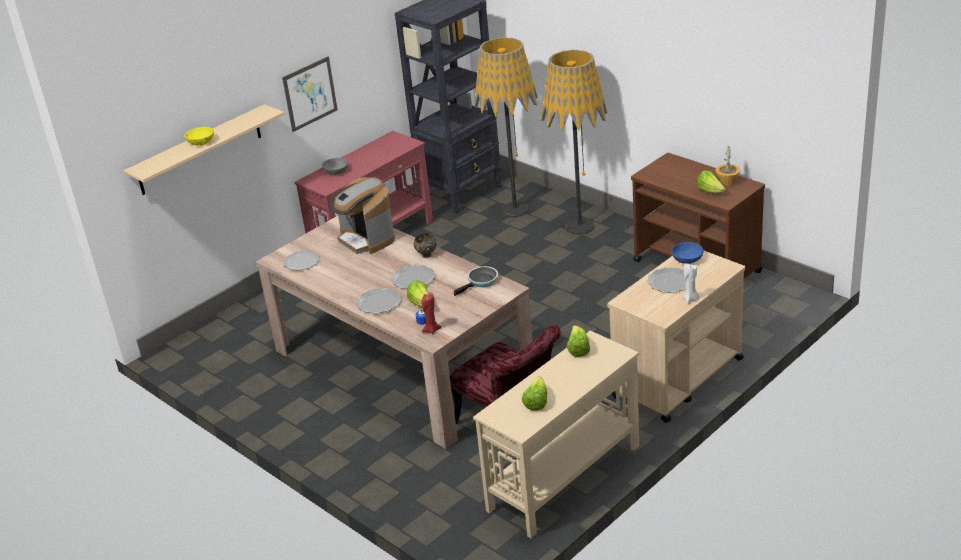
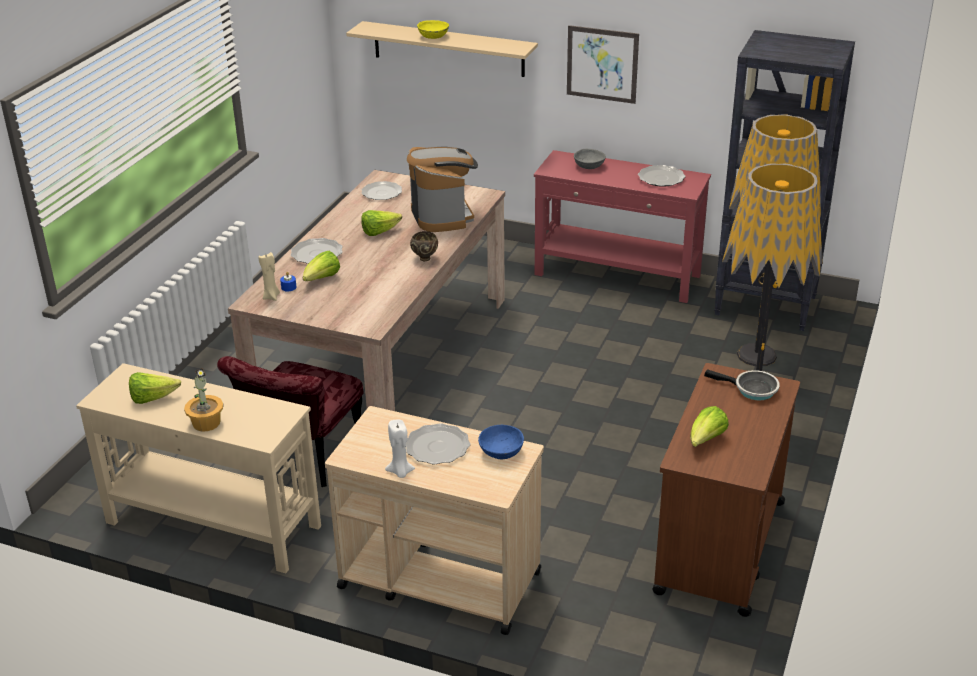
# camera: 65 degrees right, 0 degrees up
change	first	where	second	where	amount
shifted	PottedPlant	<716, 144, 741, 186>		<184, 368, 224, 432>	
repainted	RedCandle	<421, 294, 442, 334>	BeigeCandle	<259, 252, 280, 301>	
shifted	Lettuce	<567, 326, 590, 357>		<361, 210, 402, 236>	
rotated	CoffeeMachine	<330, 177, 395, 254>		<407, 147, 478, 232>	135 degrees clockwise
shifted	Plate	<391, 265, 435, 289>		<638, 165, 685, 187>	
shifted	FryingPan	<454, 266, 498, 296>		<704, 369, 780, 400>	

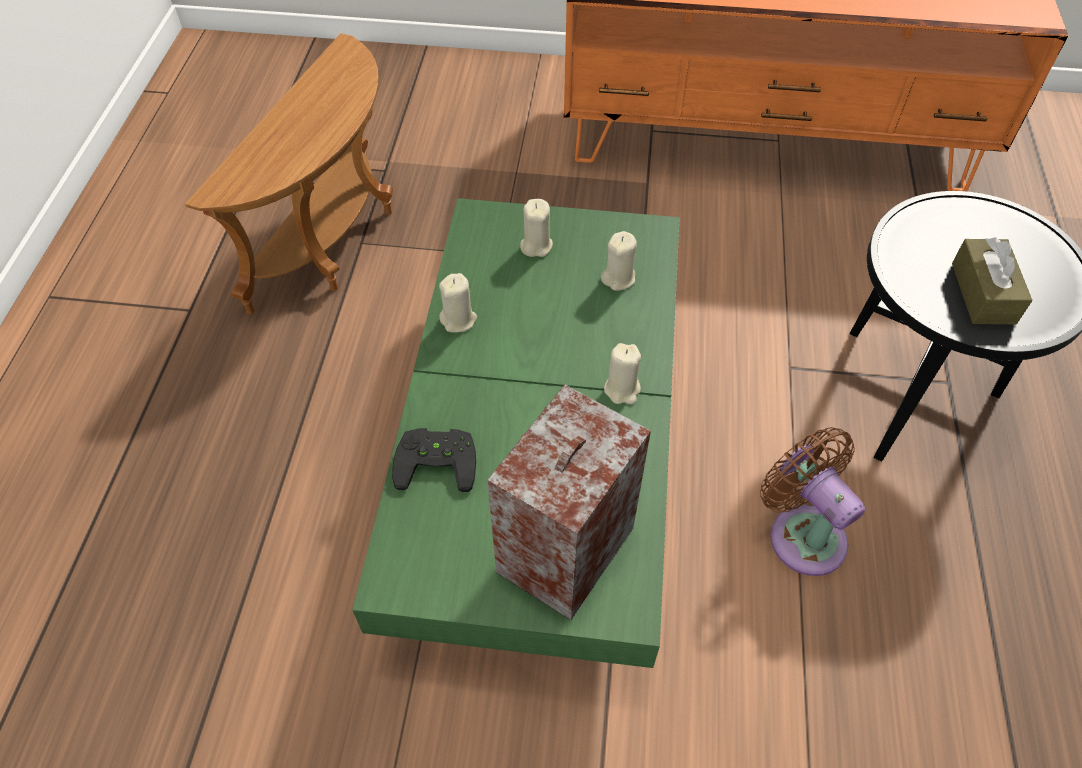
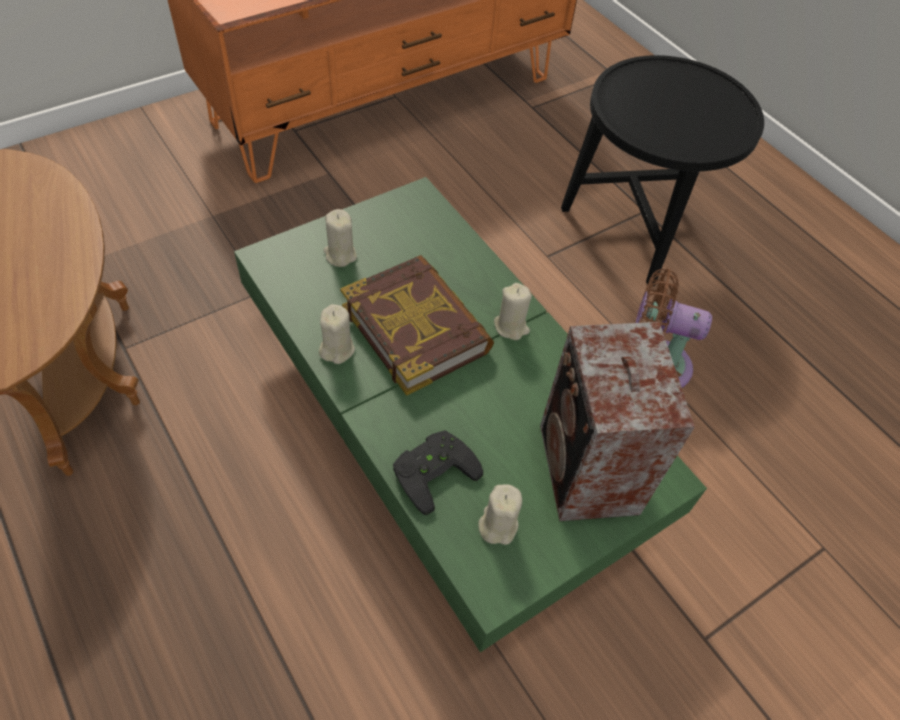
# camera: 45 degrees left, 0 degrees up
change	first	where	second	where	amount
new			Book	<340, 255, 494, 396>	
shifted	BeigeCandle	<601, 231, 637, 291>		<479, 484, 522, 545>	
gone	BrownTissueBox	<952, 237, 1033, 324>			

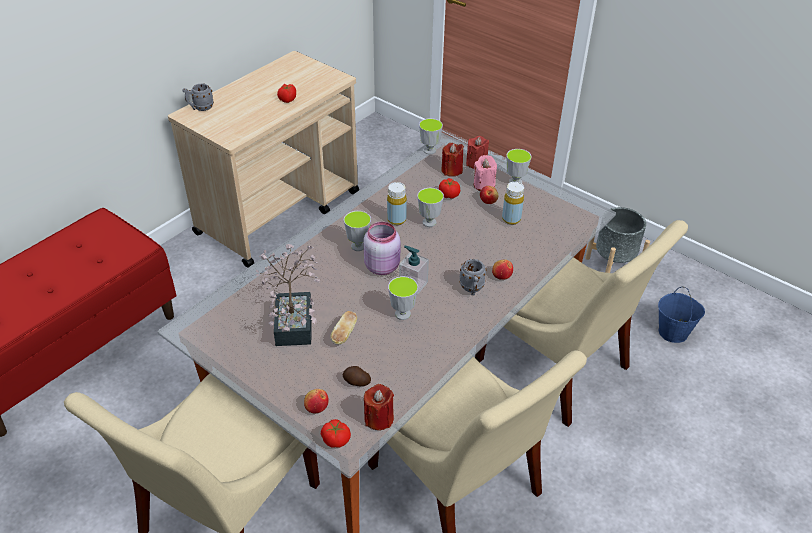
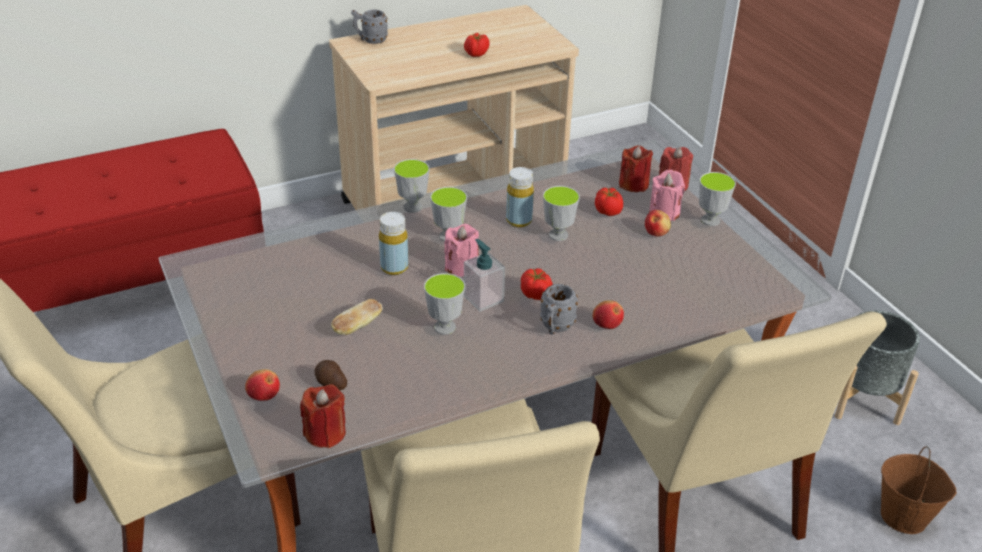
# camera: 25 degrees right, 5 degrees down
change	first	where	second	where	amount
shifted	YellowBottle	<502, 182, 524, 225>		<379, 212, 408, 275>	
shifted	Cup	<419, 118, 443, 154>		<394, 159, 429, 213>	
swapped	PinkJar	<363, 222, 400, 275>	PinkCandle	<444, 224, 479, 276>	
shifted	Tomato	<321, 419, 351, 448>		<521, 268, 553, 300>	
repainted	BlueBucket	<658, 287, 705, 343>	BrownBucket	<881, 446, 957, 534>	
gone	PottedPlant	<256, 244, 320, 346>			

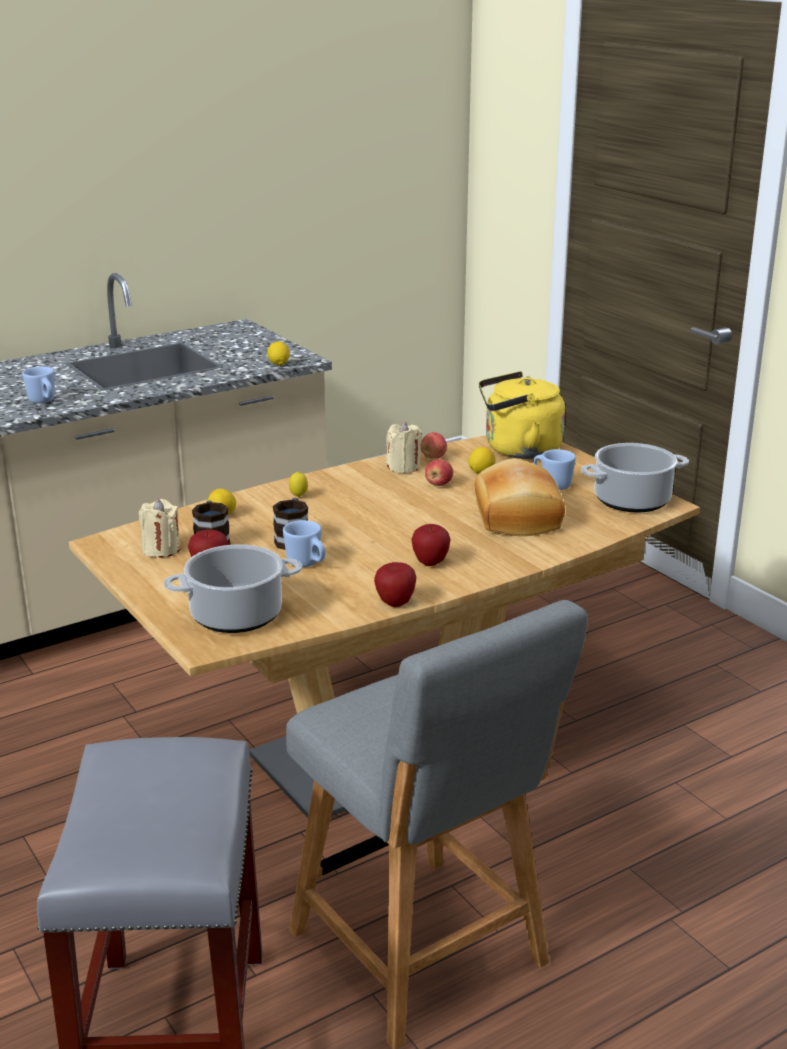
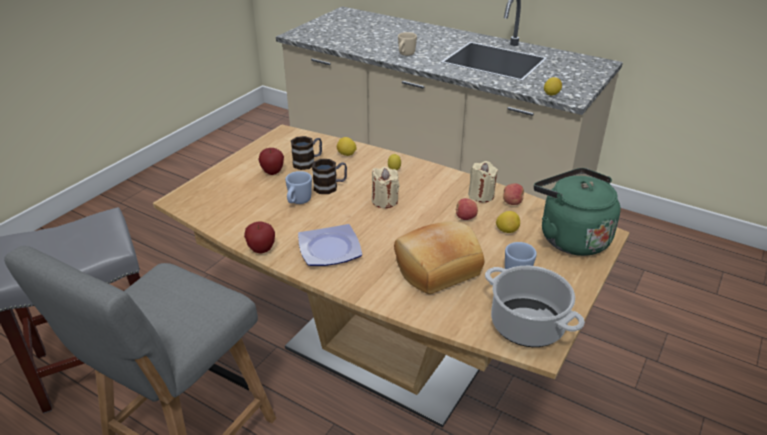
# camera: 65 degrees right, 10 degrees up
change	first	where	second	where	amount
swapped	Apple	<411, 524, 451, 566>	Plate	<298, 224, 362, 266>	
shifted	BeigeCandle	<139, 499, 180, 558>		<372, 167, 399, 208>	
repainted	BlueMug	<22, 367, 55, 403>	BeigeMug	<398, 32, 417, 56>	
repainted	YellowKettle	<479, 371, 565, 459>	GreenKettle	<534, 168, 620, 256>	
gone	CookingPot	<164, 544, 302, 633>			

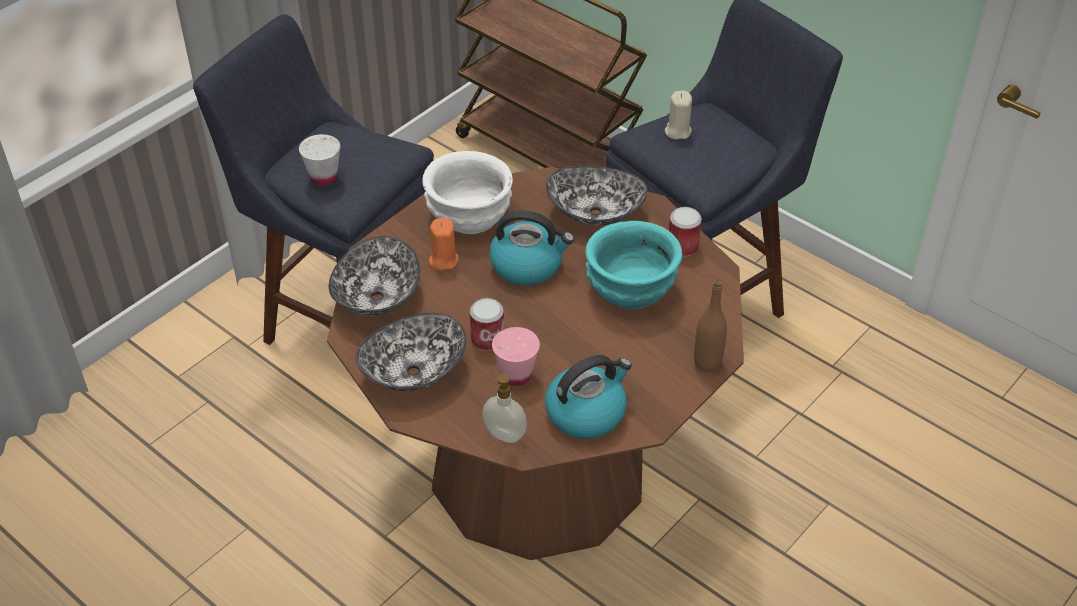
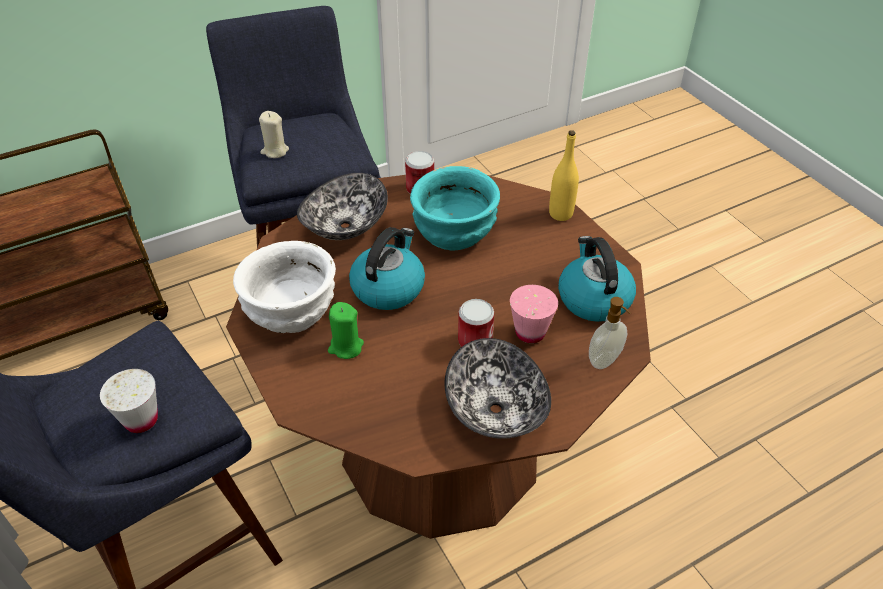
# camera: 70 degrees left, 0 degrees up
change	first	where	second	where	amount
repainted	OrangeCandle	<429, 218, 459, 271>	GreenCandle	<328, 302, 364, 359>	
repainted	BrownBottle	<694, 280, 727, 372>	YellowBottle	<549, 130, 579, 221>	
gone	Bowl	<329, 236, 421, 316>			

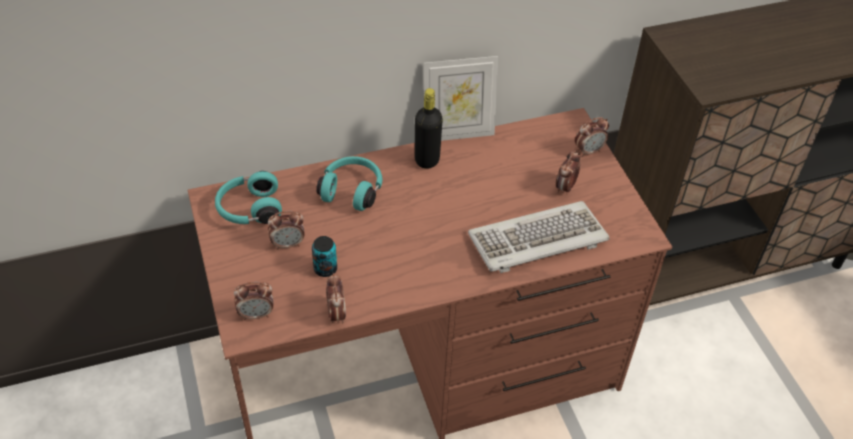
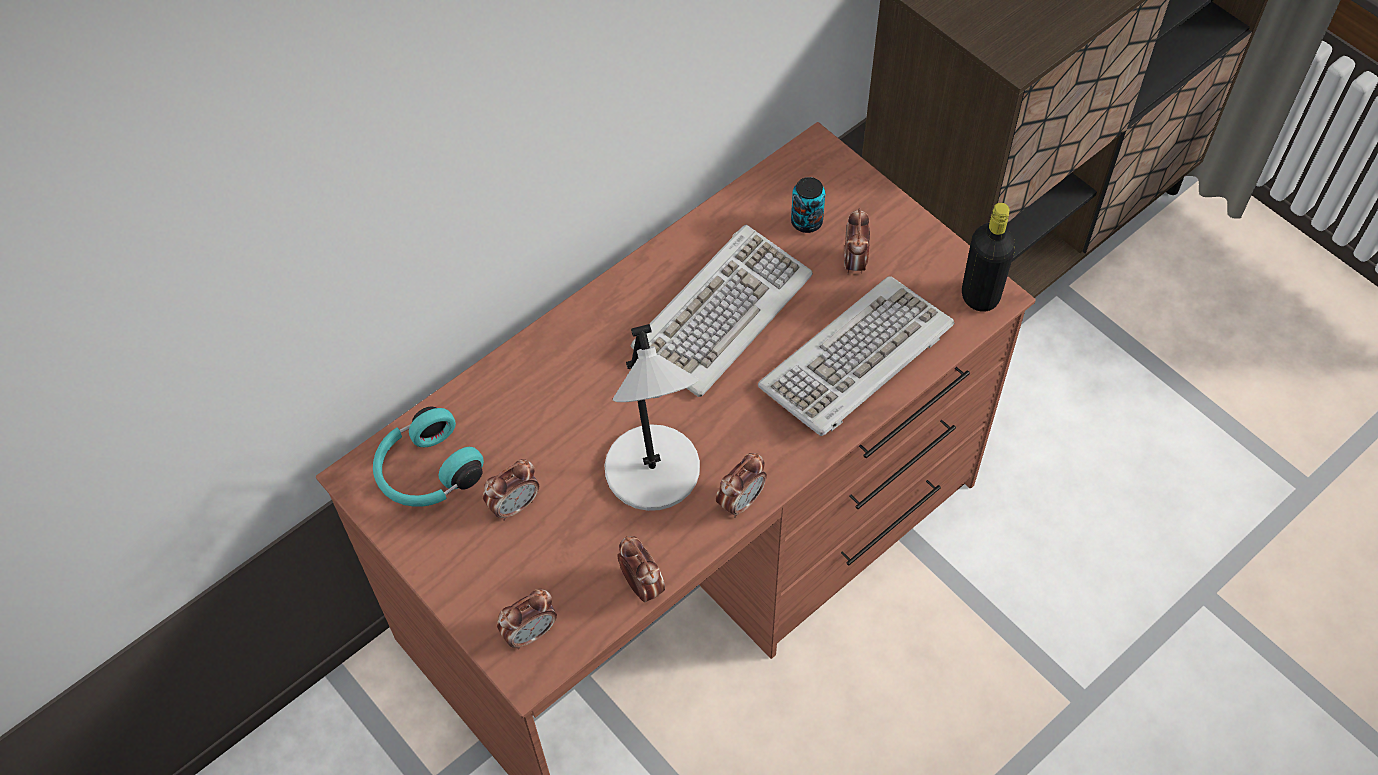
# camera: 20 degrees left, 10 degrees up
change	first	where	second	where	amount
new			GreyTableLamp	<605, 324, 700, 511>	
new			Keyboard	<631, 225, 813, 397>	
shifted	AlarmClock	<575, 117, 609, 157>		<716, 453, 767, 518>	
shifted	Can	<312, 236, 337, 277>		<791, 177, 825, 233>	
shifted	BlackBottle	<415, 88, 443, 169>		<962, 203, 1015, 312>	
gone	TurquoiseHeadphones	<316, 156, 382, 211>			
gone	PictureFrame	<424, 56, 498, 141>			

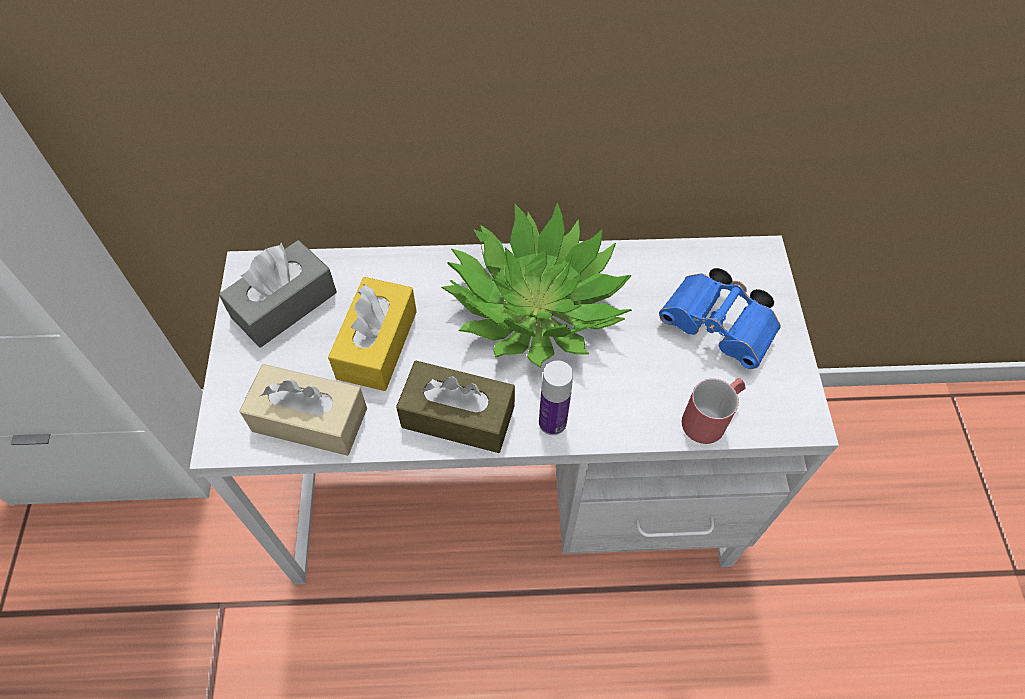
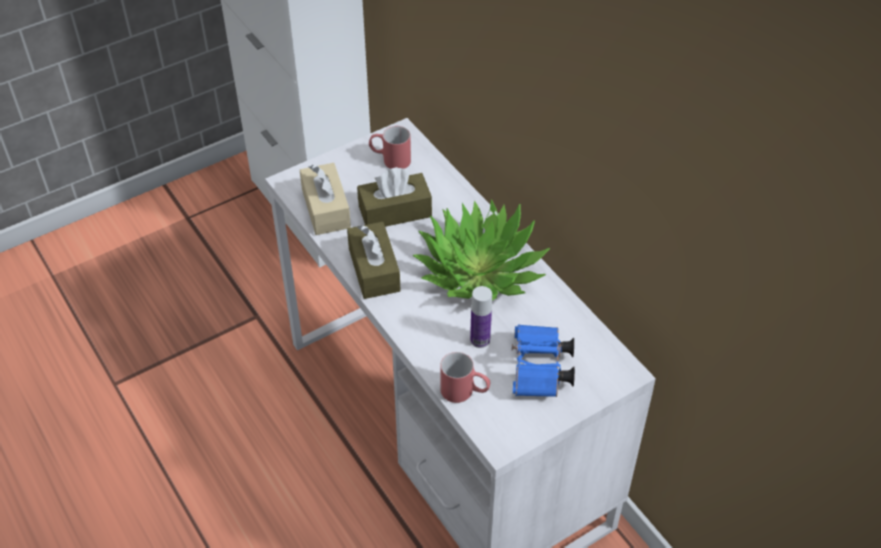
# camera: 60 degrees right, 10 degrees down
change	first	where	second	where	amount
repainted	YellowTissueBox	<328, 277, 417, 391>	BrownTissueBox	<357, 167, 432, 227>	
swapped	GreyTissueBox	<219, 240, 337, 347>	RedMug	<369, 126, 411, 169>	
shifted	Bottle	<539, 361, 573, 435>		<470, 286, 492, 348>	

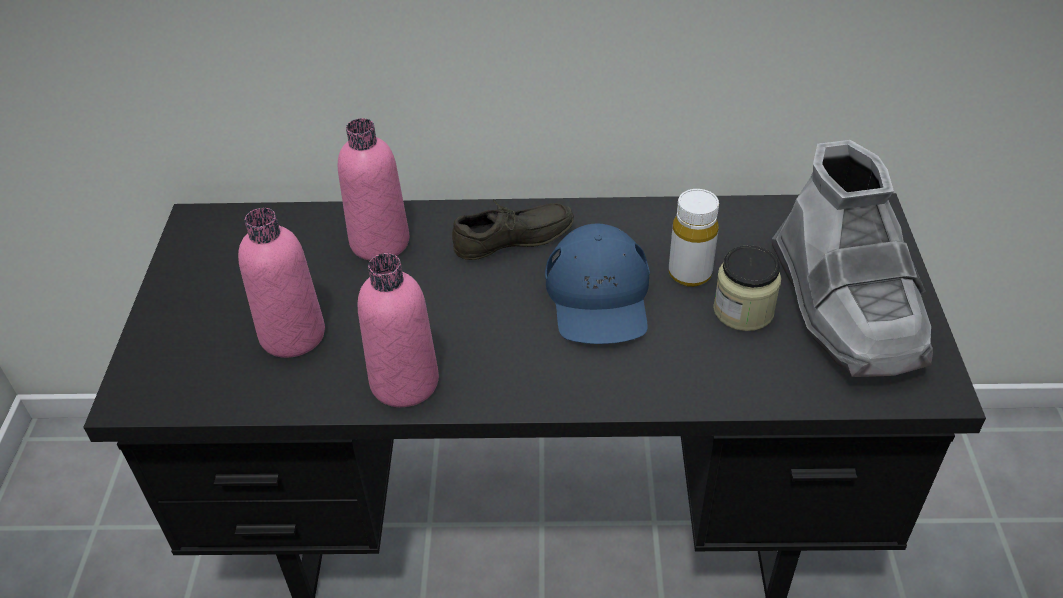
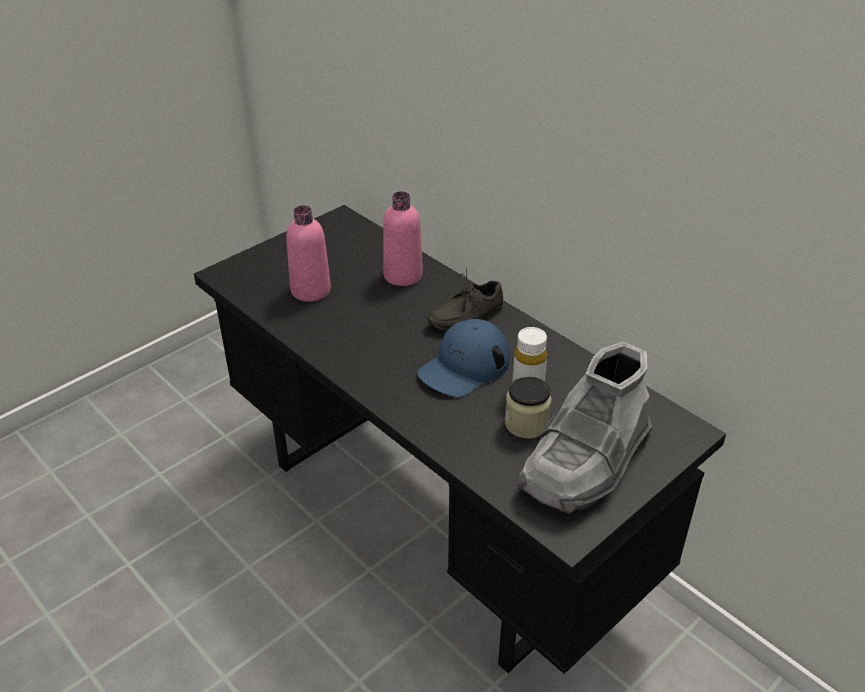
# camera: 45 degrees right, 5 degrees down
change	first	where	second	where	amount
rotated	GreyShoe	<452, 199, 574, 260>		<427, 268, 503, 331>	120 degrees clockwise
gone	PinkBottle	<357, 253, 439, 407>			

